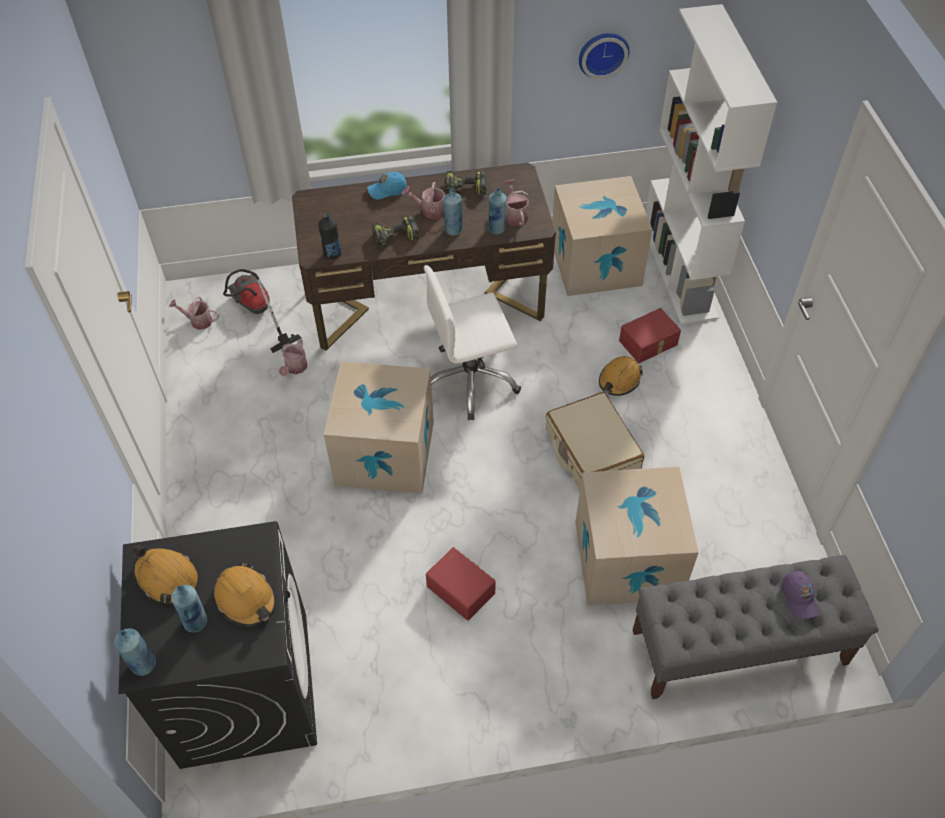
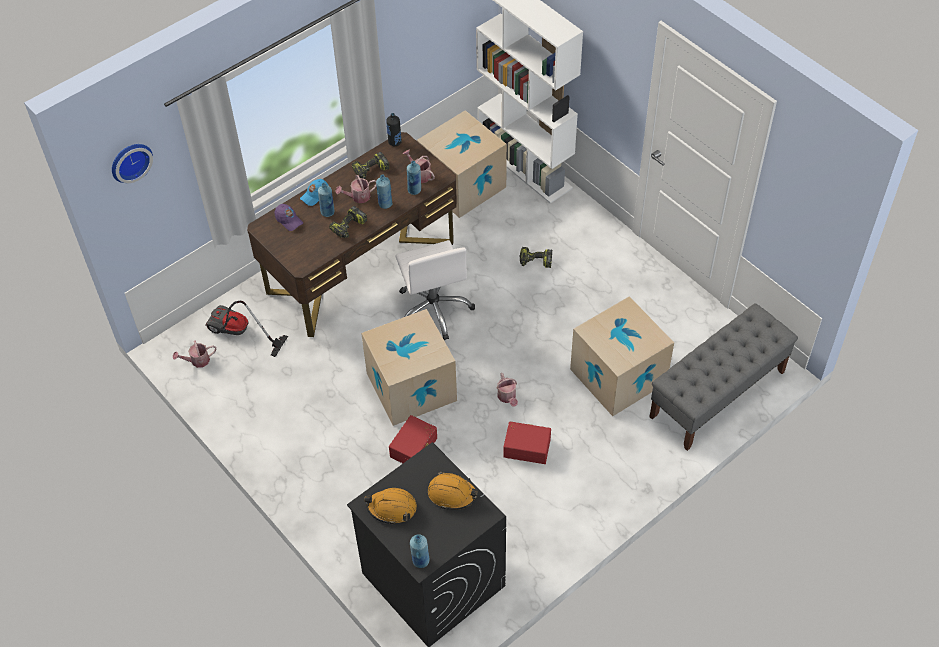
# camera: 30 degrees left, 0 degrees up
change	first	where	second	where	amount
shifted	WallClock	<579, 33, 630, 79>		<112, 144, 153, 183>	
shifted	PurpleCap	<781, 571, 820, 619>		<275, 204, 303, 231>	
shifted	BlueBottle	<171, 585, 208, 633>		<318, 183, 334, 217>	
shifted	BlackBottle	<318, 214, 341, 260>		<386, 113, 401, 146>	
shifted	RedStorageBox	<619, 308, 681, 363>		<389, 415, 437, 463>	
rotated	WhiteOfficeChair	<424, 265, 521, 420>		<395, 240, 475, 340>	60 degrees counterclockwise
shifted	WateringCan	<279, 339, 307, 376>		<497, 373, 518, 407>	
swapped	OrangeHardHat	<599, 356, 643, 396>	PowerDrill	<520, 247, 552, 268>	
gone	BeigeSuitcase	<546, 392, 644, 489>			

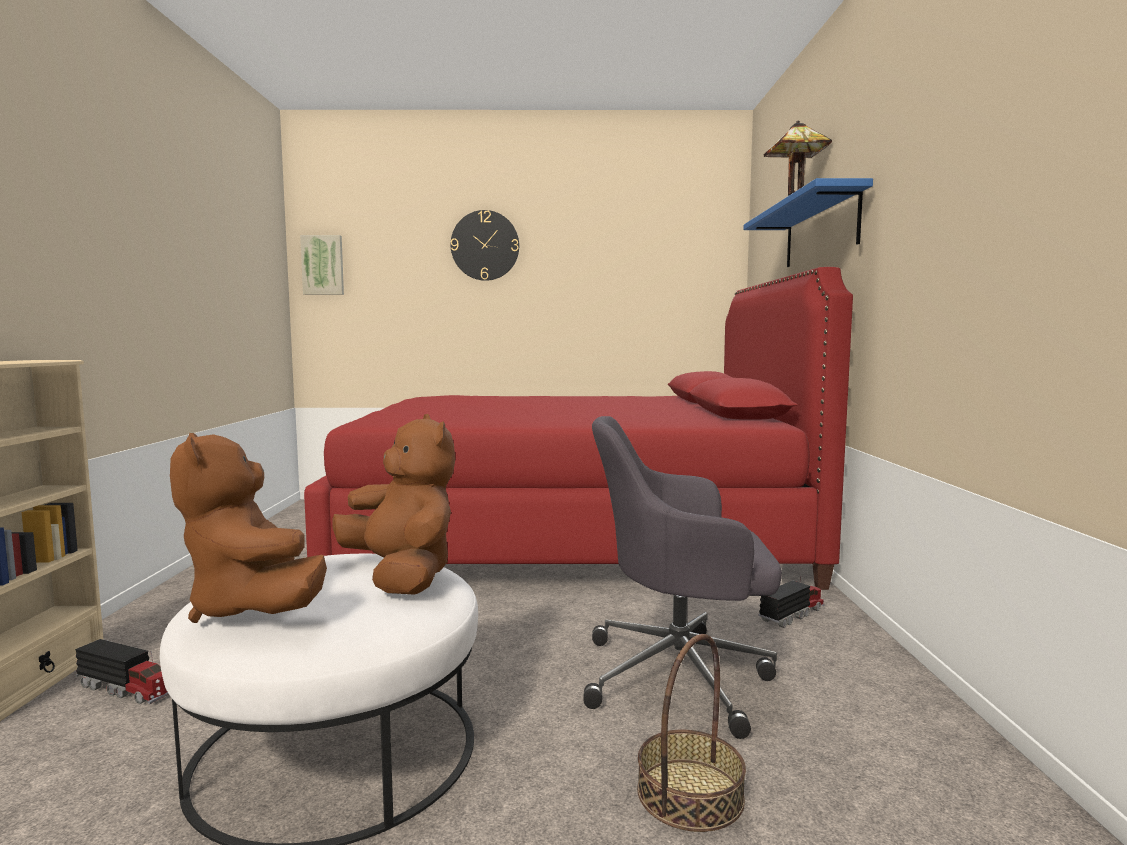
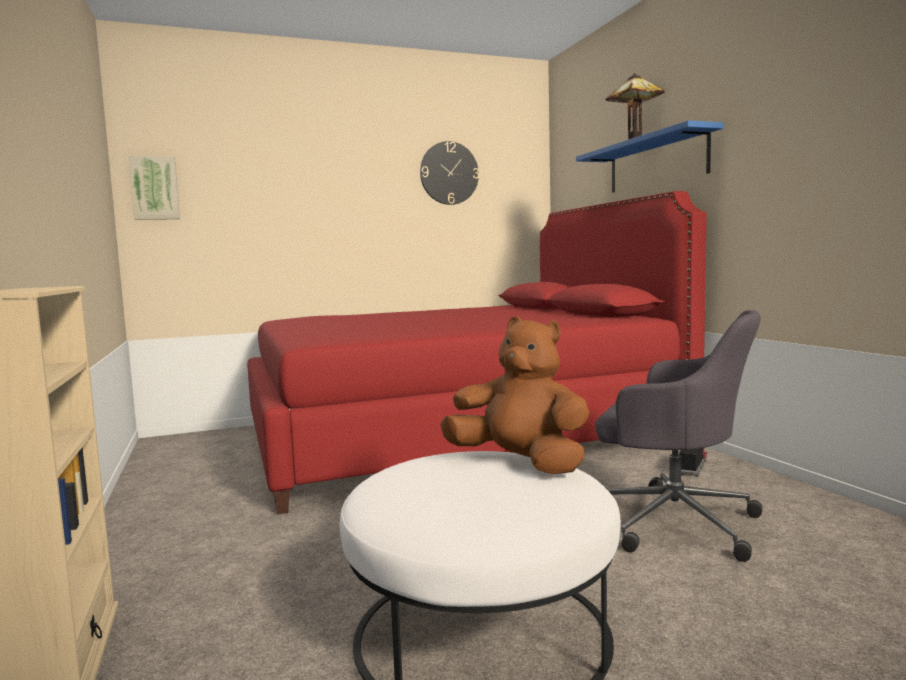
# camera: 20 degrees left, 0 degrees up
change	first	where	second	where	amount
shifted	WallClock	<451, 210, 519, 281>		<420, 141, 479, 205>	
rotated	GreyOfficeChair	<583, 416, 782, 739>		<595, 310, 762, 562>	135 degrees counterclockwise
gone	ToyTruck	<75, 639, 169, 704>			
gone	BrownPlushToy	<170, 433, 327, 623>			
gone	Basket	<637, 634, 746, 832>			

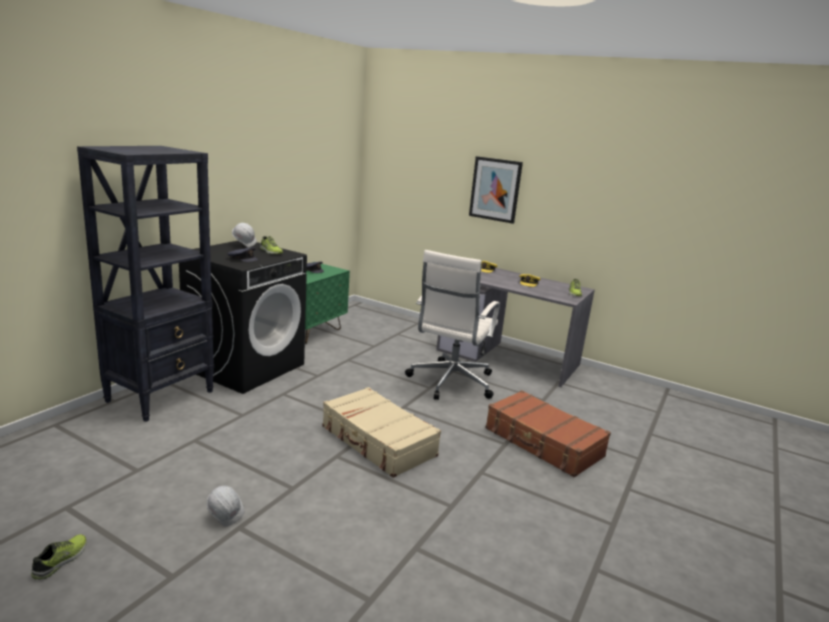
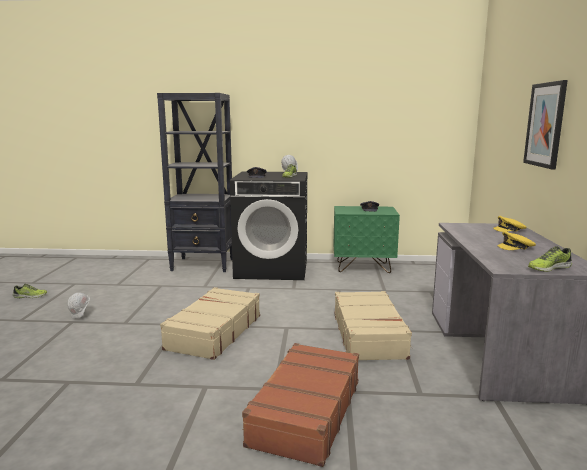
# camera: 65 degrees right, 5 degrees down
change	first	where	second	where	amount
swapped	WhiteOfficeChair	<405, 250, 500, 400>	BeigeSuitcase	<335, 291, 412, 360>	

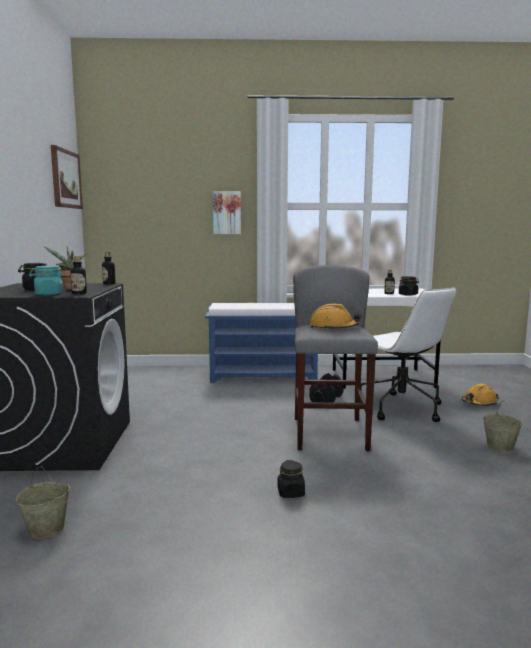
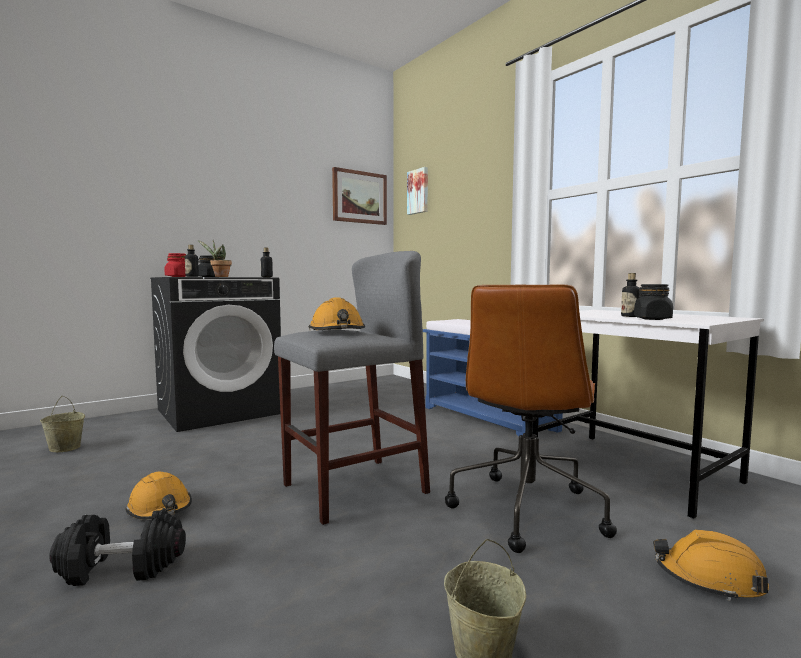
# camera: 55 degrees right, 5 degrees down
change	first	where	second	where	amount
shifted	BlackDumbbell	<309, 373, 344, 402>		<49, 510, 186, 586>	
swapped	BlackJar	<277, 460, 305, 498>	OrangeHardHat	<126, 472, 192, 520>	
repainted	TurquoiseJar	<29, 266, 64, 296>	RedJar	<164, 253, 186, 277>	
shifted	Picture	<213, 191, 241, 234>		<407, 167, 428, 215>	
repainted	WhiteOfficeChair	<360, 287, 456, 422>	BrownOfficeChair	<445, 285, 617, 553>	

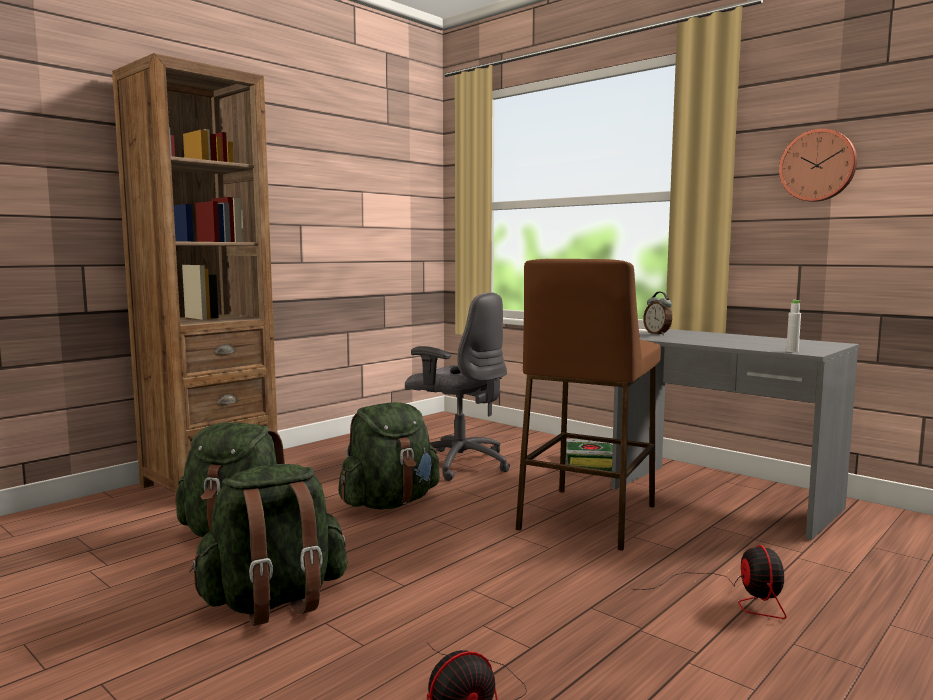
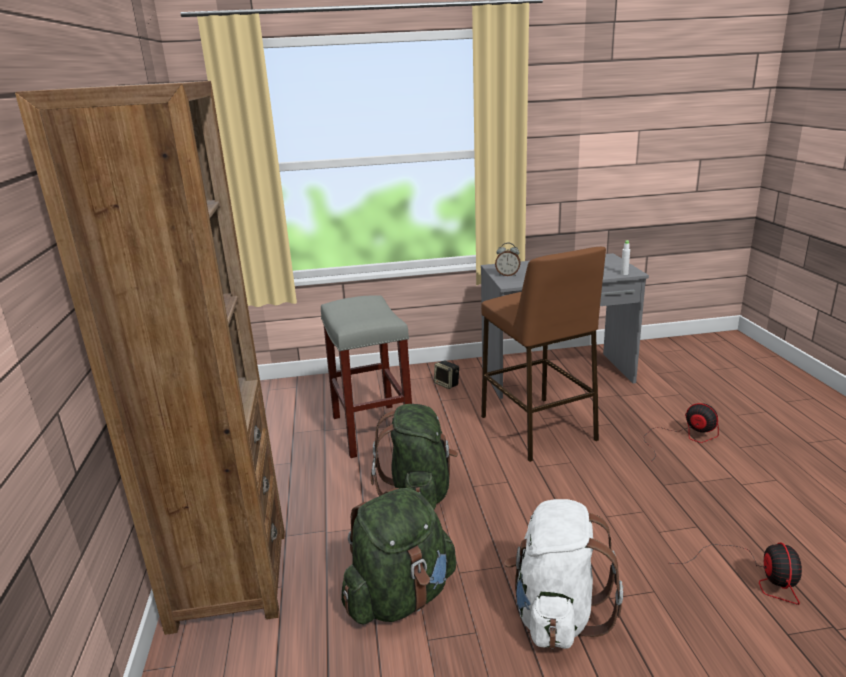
# camera: 50 degrees left, 15 degrees up
change	first	where	second	where	amount
swapped	GreyOfficeChair	<405, 292, 510, 481>	GreyStool	<321, 296, 412, 458>	
swapped	Book	<566, 439, 613, 471>	Speaker	<434, 360, 459, 389>	
repainted	GreenBackpack	<189, 464, 347, 626>	WhiteBackpack	<504, 499, 623, 649>	
gone	WallClock	<779, 129, 857, 202>			

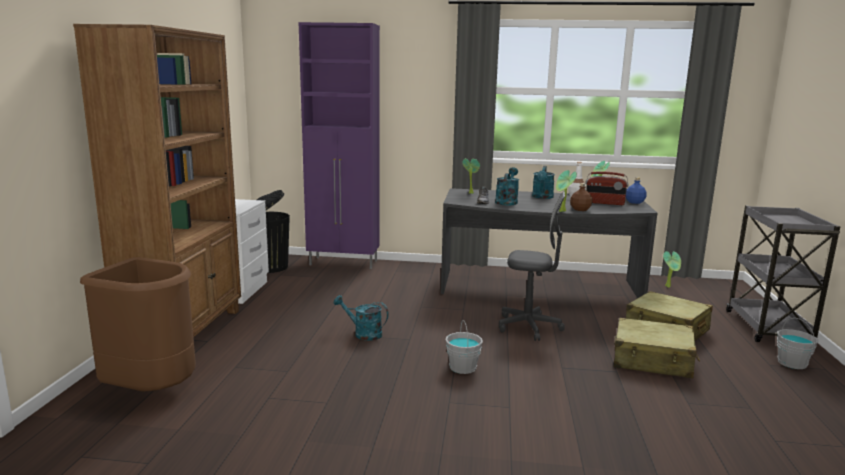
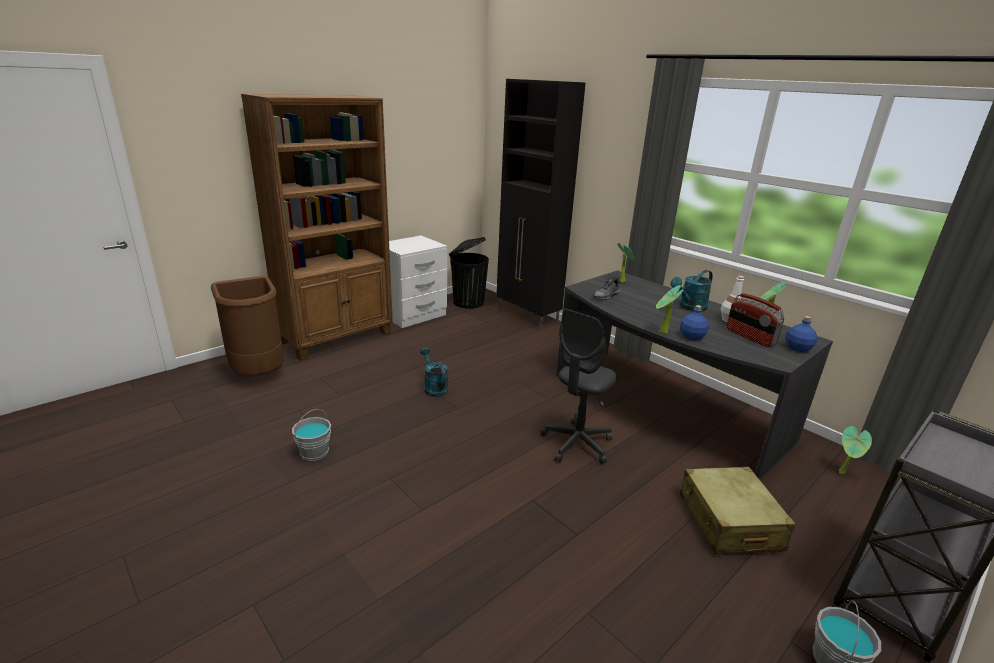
# camera: 40 degrees right, 10 degrees up
change	first	where	second	where	amount
shifted	GreyBucket	<445, 320, 483, 374>		<292, 409, 331, 461>	
repainted	PurpleCabinet	<299, 22, 380, 269>	BlackCabinet	<496, 79, 586, 329>	
rotated	GreyOfficeChair	<499, 191, 565, 341>		<541, 309, 617, 464>	75 degrees clockwise
repainted	BrownBottle	<570, 183, 592, 211>	BlueBottle	<680, 305, 709, 340>	
gone	TurquoiseWateringCan	<495, 167, 519, 205>			
gone	BeigeSuitcase	<614, 318, 700, 378>			

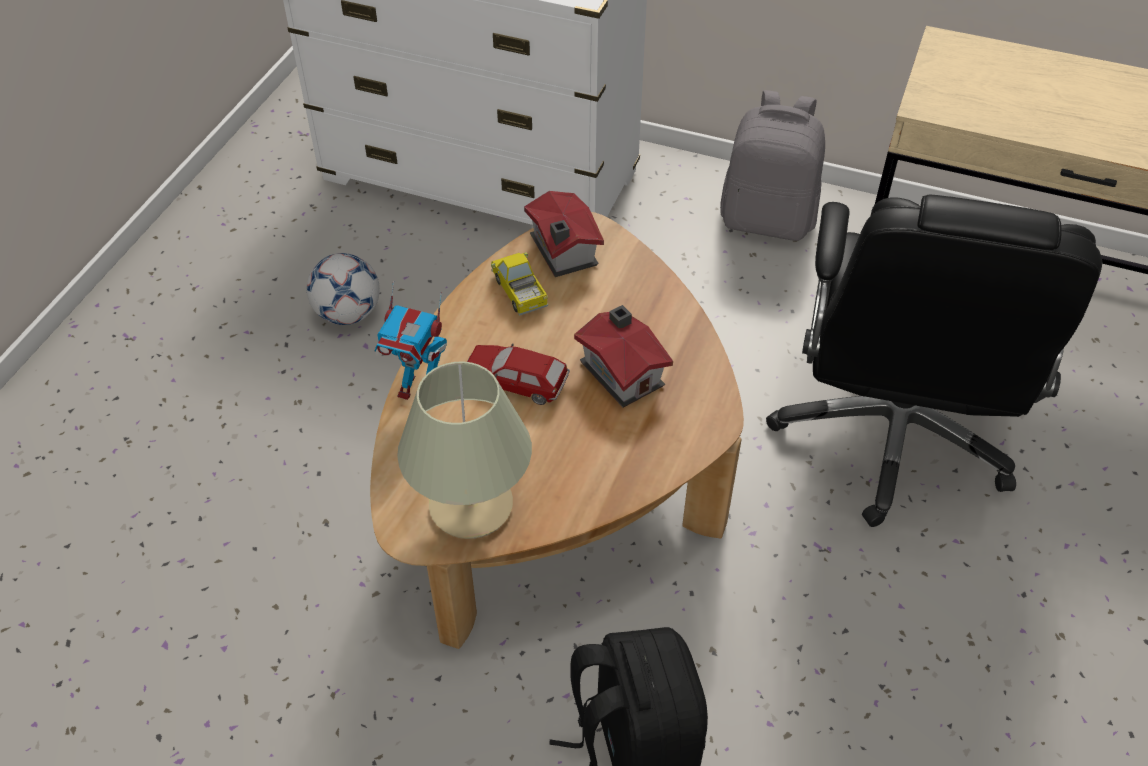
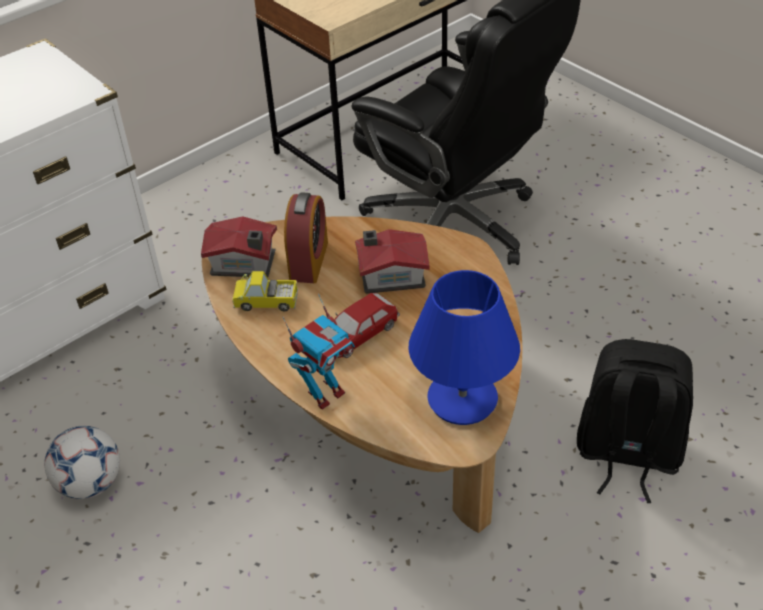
# camera: 60 degrees left, 5 degrees down
change	first	where	second	where	amount
new			AlarmClock	<284, 192, 328, 283>	
repainted	BeigeTableLamp	<397, 362, 532, 539>	BlueTableLamp	<408, 270, 520, 425>	
gone	GreyBackpack	<720, 90, 825, 241>			

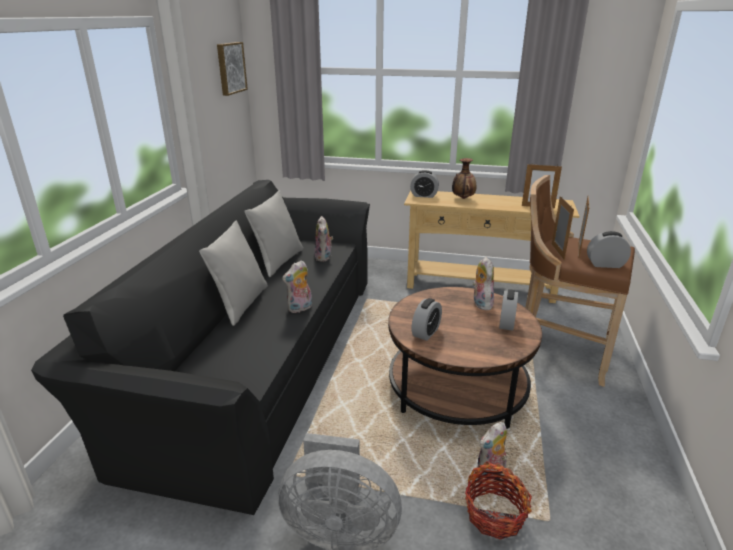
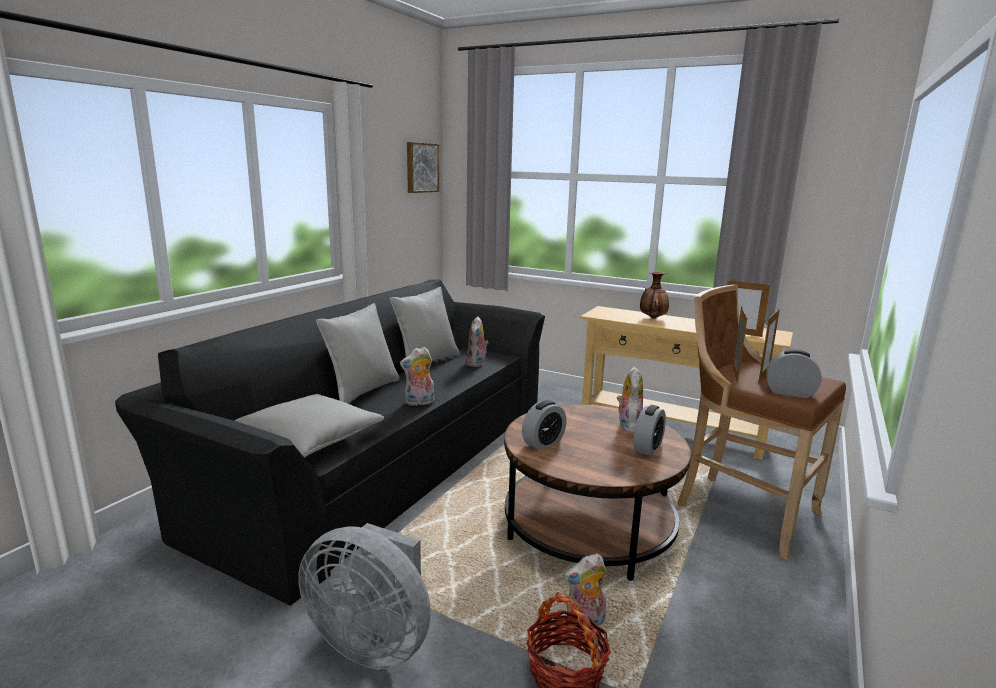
# camera: 15 degrees right, 10 degrees down
change	first	where	second	where	amount
new			GreyPillow	<235, 394, 384, 458>	
gone	AlarmClock	<410, 170, 439, 198>			

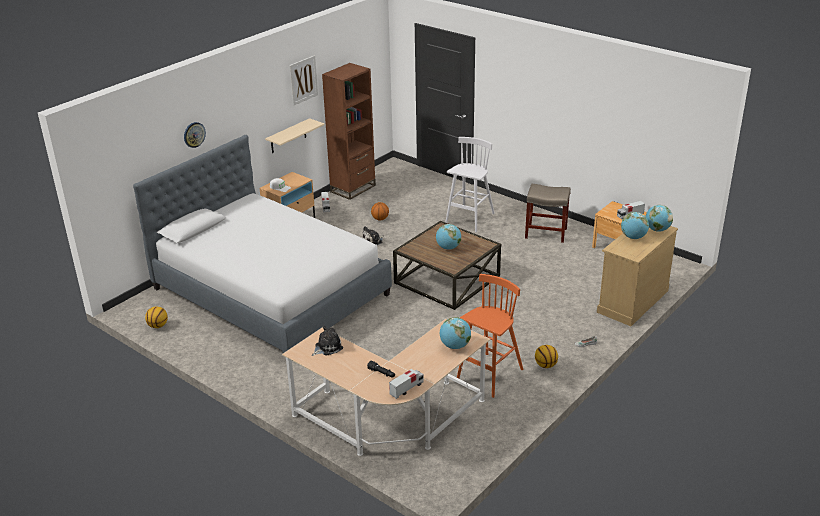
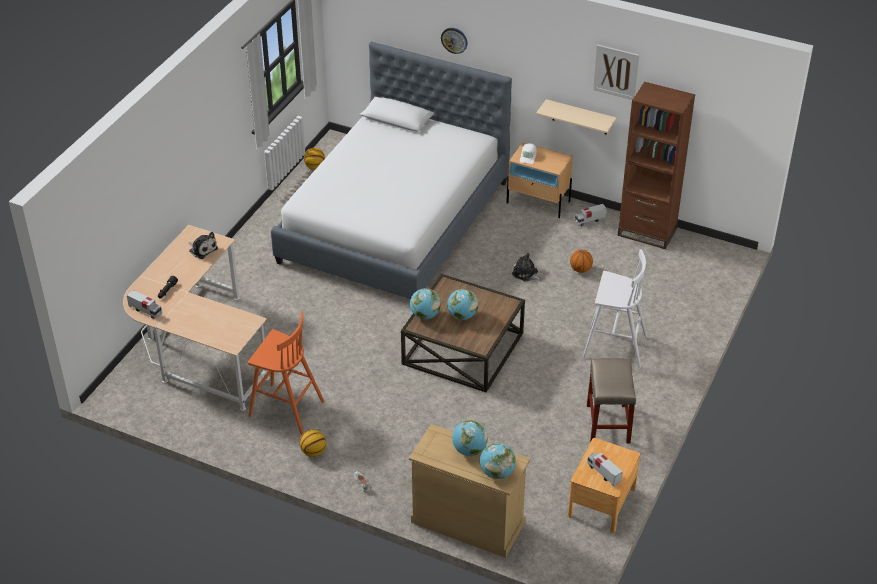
# camera: 75 degrees right, 10 degrees up
change	first	where	second	where	amount
shifted	Globe	<440, 317, 471, 349>		<410, 288, 441, 319>	

